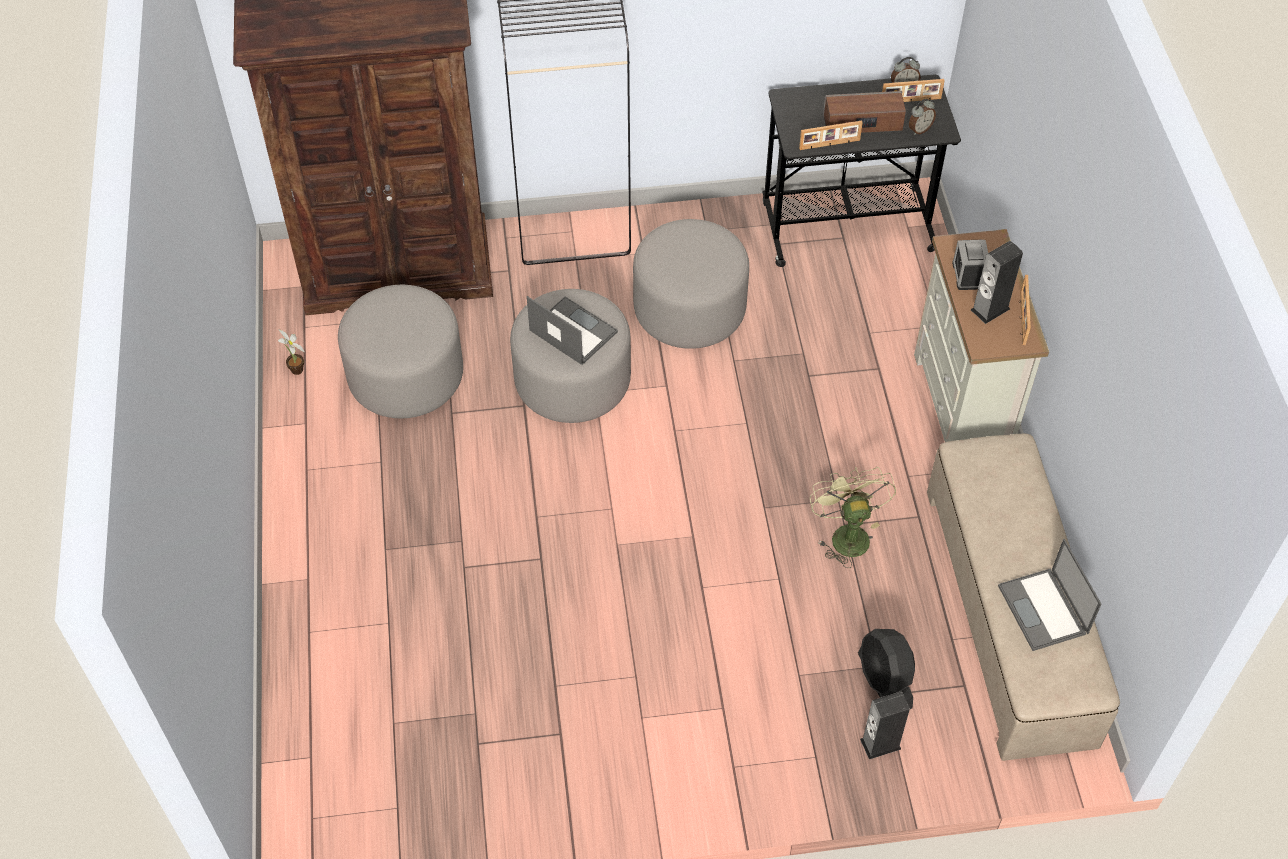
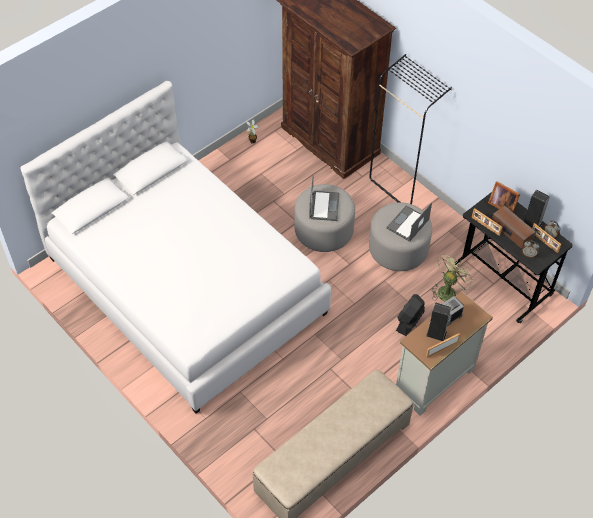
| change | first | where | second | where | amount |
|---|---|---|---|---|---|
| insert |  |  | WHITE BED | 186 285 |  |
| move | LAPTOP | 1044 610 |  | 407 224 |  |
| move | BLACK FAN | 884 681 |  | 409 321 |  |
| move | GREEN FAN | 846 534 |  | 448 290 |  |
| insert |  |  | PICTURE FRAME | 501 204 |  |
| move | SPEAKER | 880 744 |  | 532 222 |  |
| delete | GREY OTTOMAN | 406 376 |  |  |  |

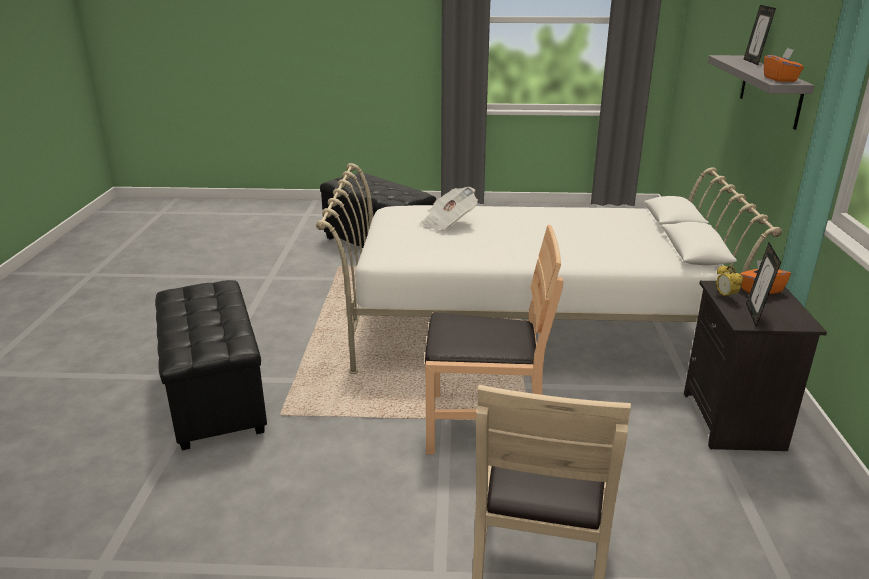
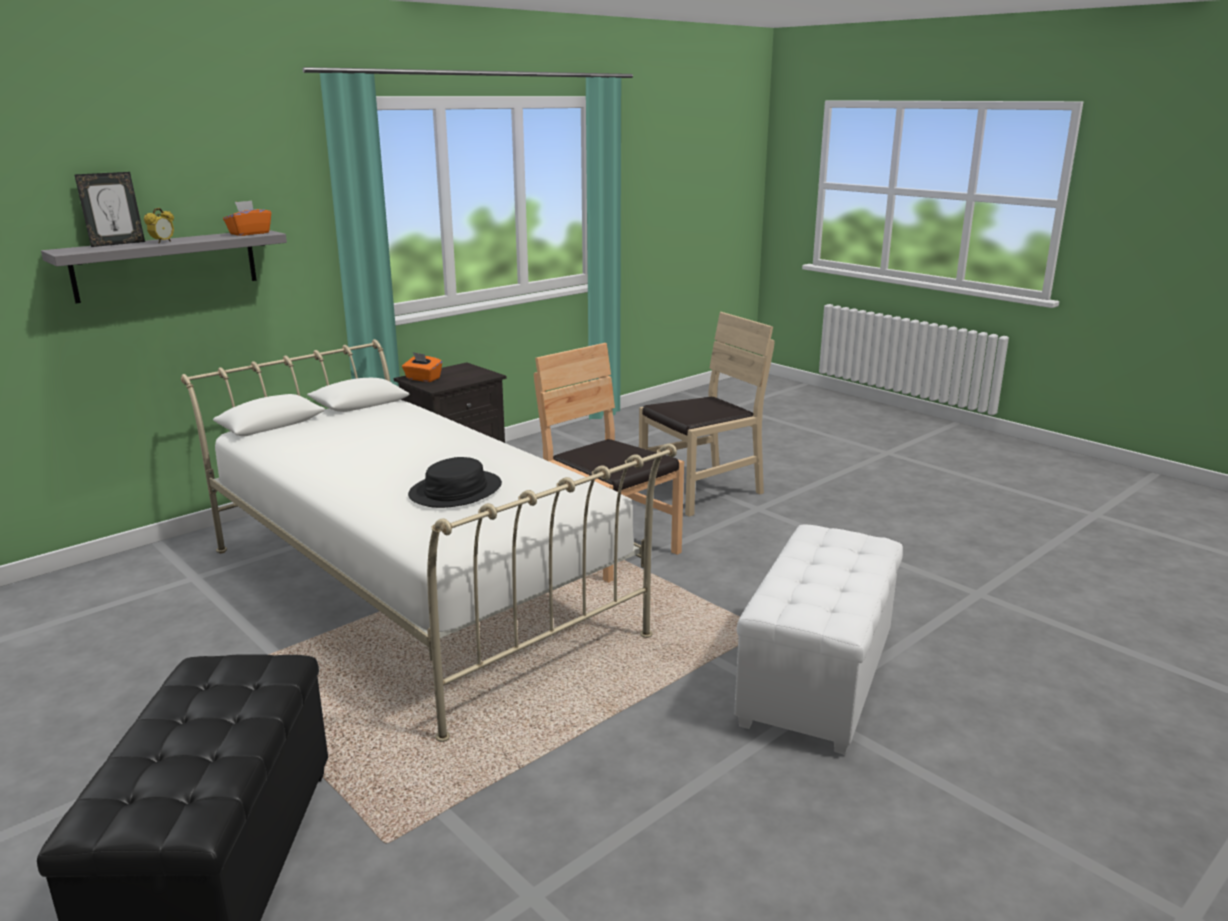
| change | first | where | second | where | amount |
|---|---|---|---|---|---|
| move | ALARM CLOCK | 725 296 |  | 163 242 |  |
| replace | NEWSPAPER | 447 223 | BLACK HAT | 456 491 |  |
| recolor | BLACK OTTOMAN | 214 397 | WHITE OTTOMAN | 818 682 |  |
| delete | PICTURE FRAME | 755 315 |  |  |  |

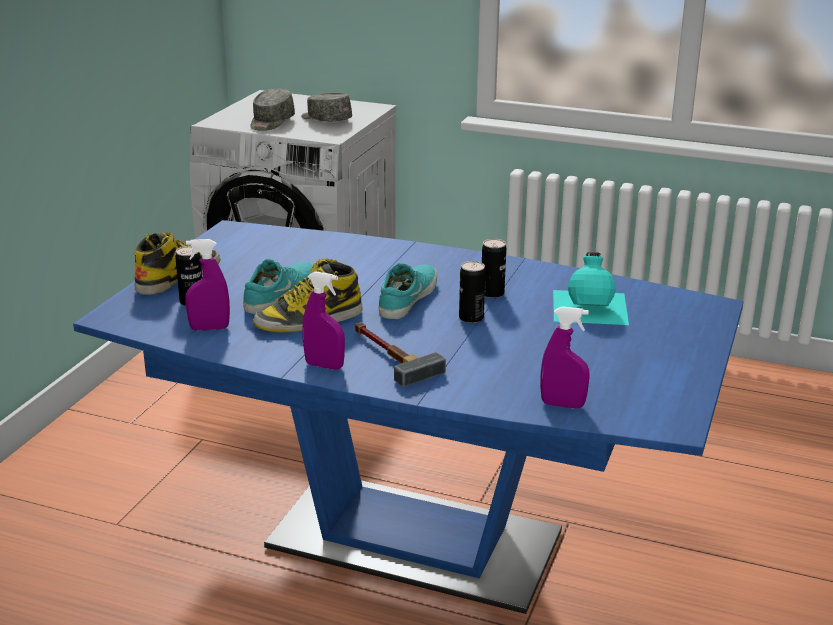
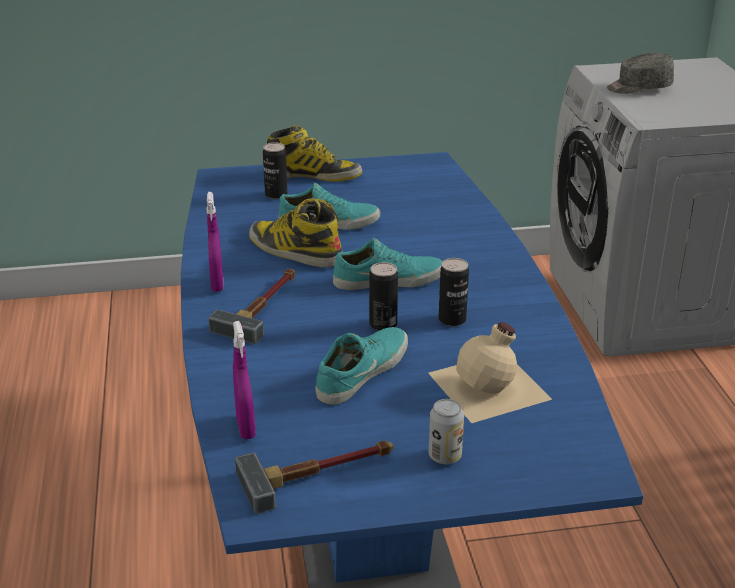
| change | first | where | second | where | amount |
|---|---|---|---|---|---|
| insert |  |  | HAMMER | 320 473 |  |
| insert |  |  | TURQUOISE SHOE | 360 371 |  |
| recolor | TURQUOISE BOTTLE | 591 306 | BEIGE BOTTLE | 491 386 |  |
| insert |  |  | CAN | 445 456 |  |
| delete | PURPLE SPRAY BOTTLE | 209 328 |  |  |  |
| delete | GREY CAP | 325 119 |  |  |  |

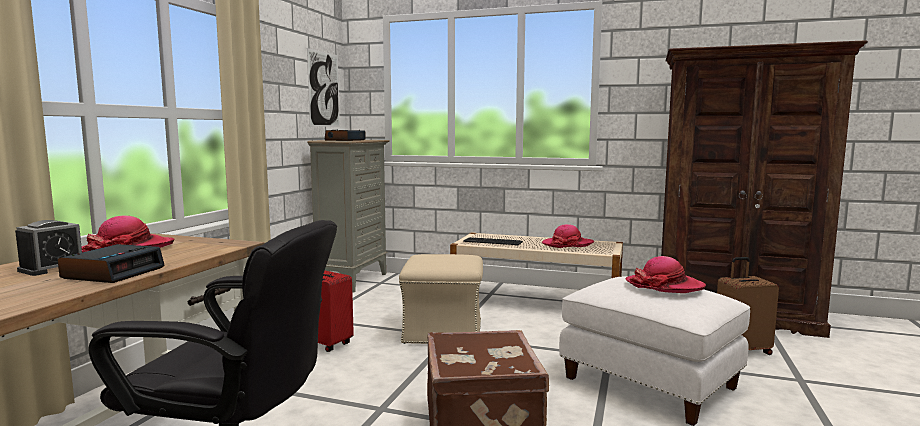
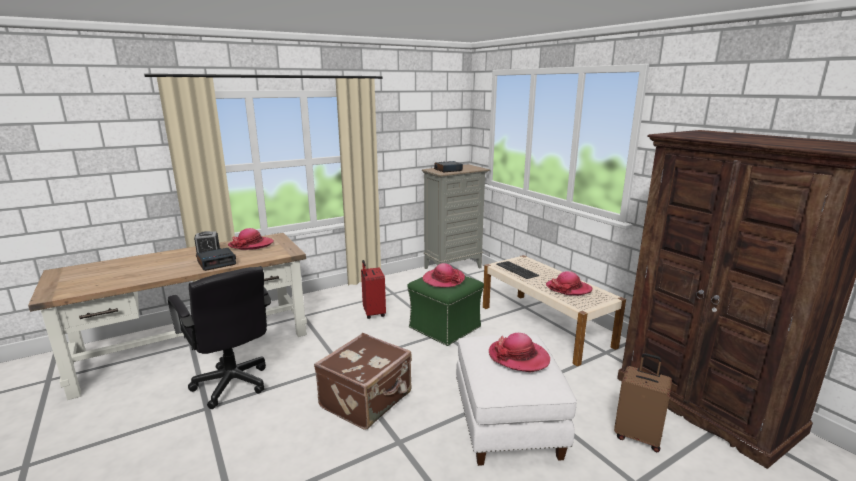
| change | first | where | second | where | amount |
|---|---|---|---|---|---|
| recolor | BEIGE OTTOMAN | 444 331 | GREEN OTTOMAN | 445 327 |  |
| insert |  |  | HAT | 443 279 |  |
| delete | PICTURE | 324 89 |  |  |  |

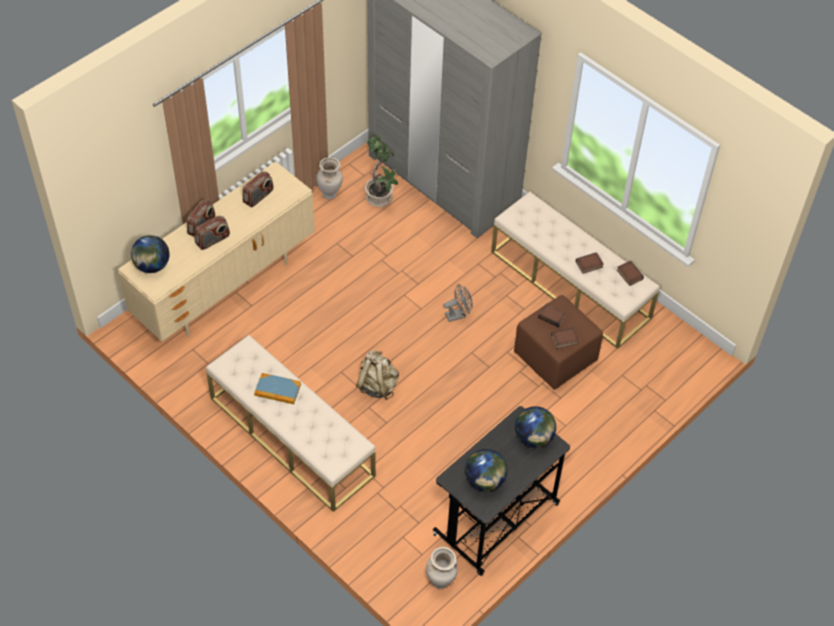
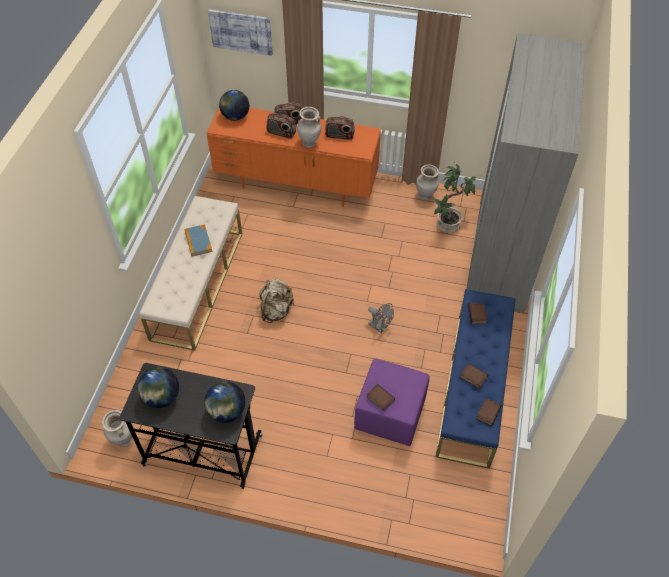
| change | first | where | second | where | amount |
|---|---|---|---|---|---|
| recolor | BEIGE DRESSER | 226 288 | ORANGE DRESSER | 296 186 |  |
| insert |  |  | PICTURE | 241 31 |  |
| insert |  |  | BEIGE VASE | 309 144 |  |
| recolor | BROWN OTTOMAN | 556 357 | PURPLE OTTOMAN | 390 415 |  |
| recolor | BEIGE BENCH | 570 285 | BLUE BENCH | 473 388 |  |
| move | BOOK | 552 316 |  | 477 315 |  |

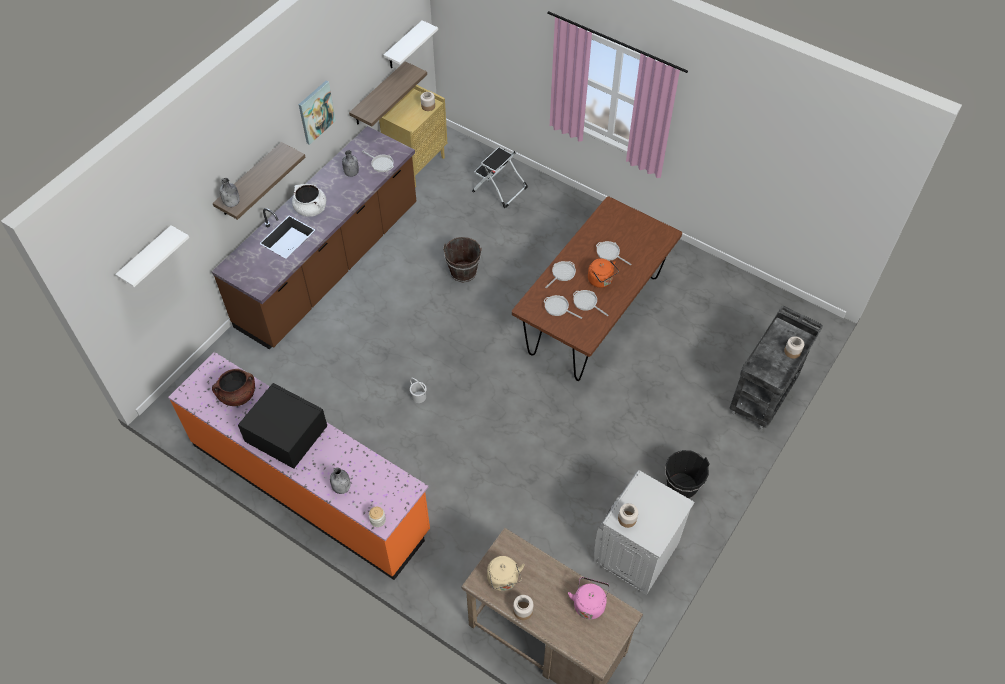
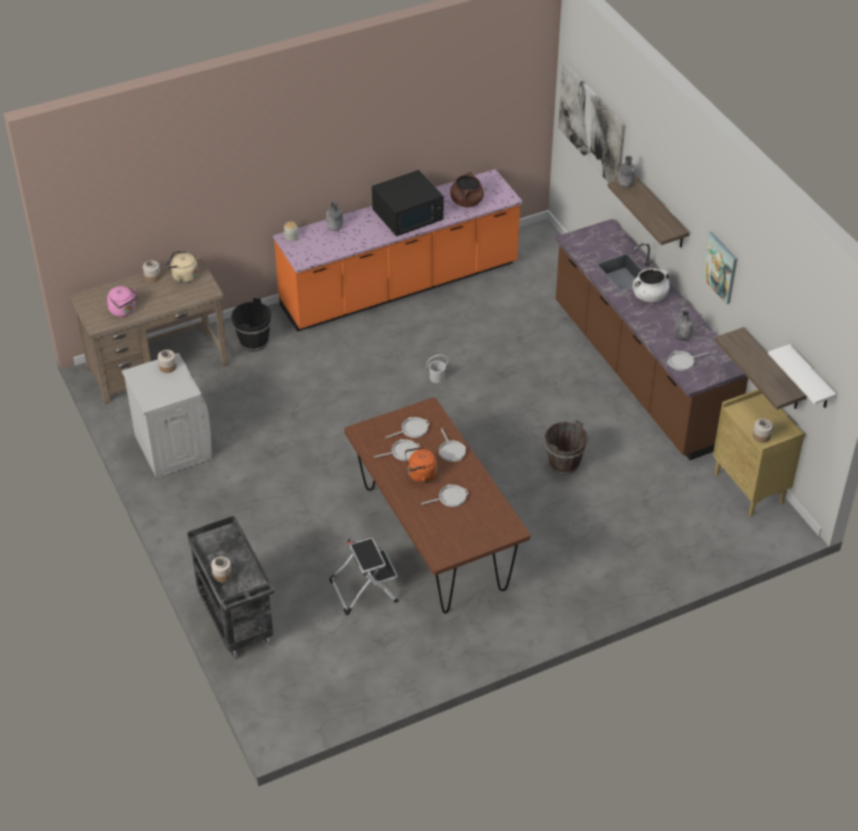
| change | first | where | second | where | amount |
|---|---|---|---|---|---|
| move | BLACK BUCKET | 681 487 |  | 254 342 |  |
| move | STEP LADDER | 499 187 |  | 364 588 |  |
| replace | WHITE SHELF | 147 257 | PICTURE | 592 125 |  |

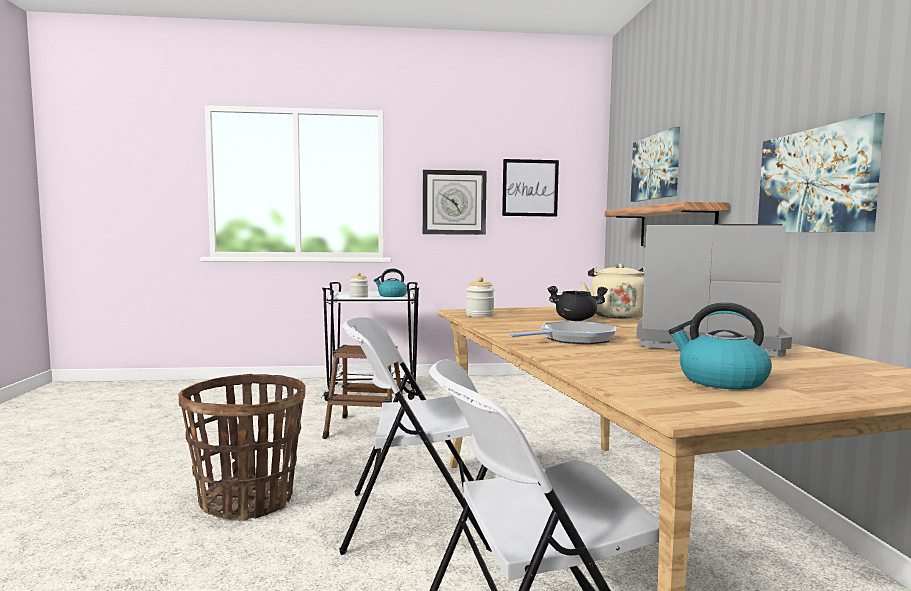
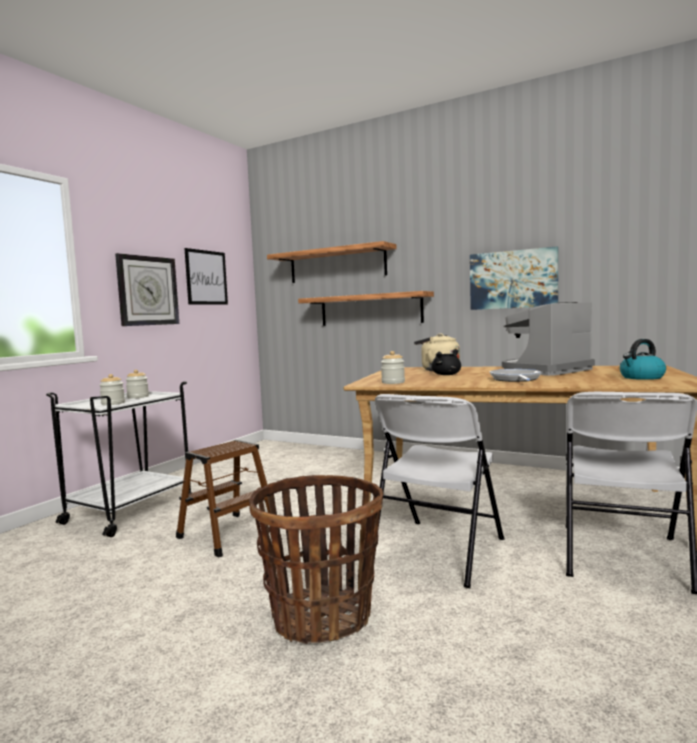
| change | first | where | second | where | amount |
|---|---|---|---|---|---|
| replace | KETTLE | 391 296 | JAR | 138 397 |  |
| replace | PICTURE | 655 167 | SHELF | 337 265 |  |

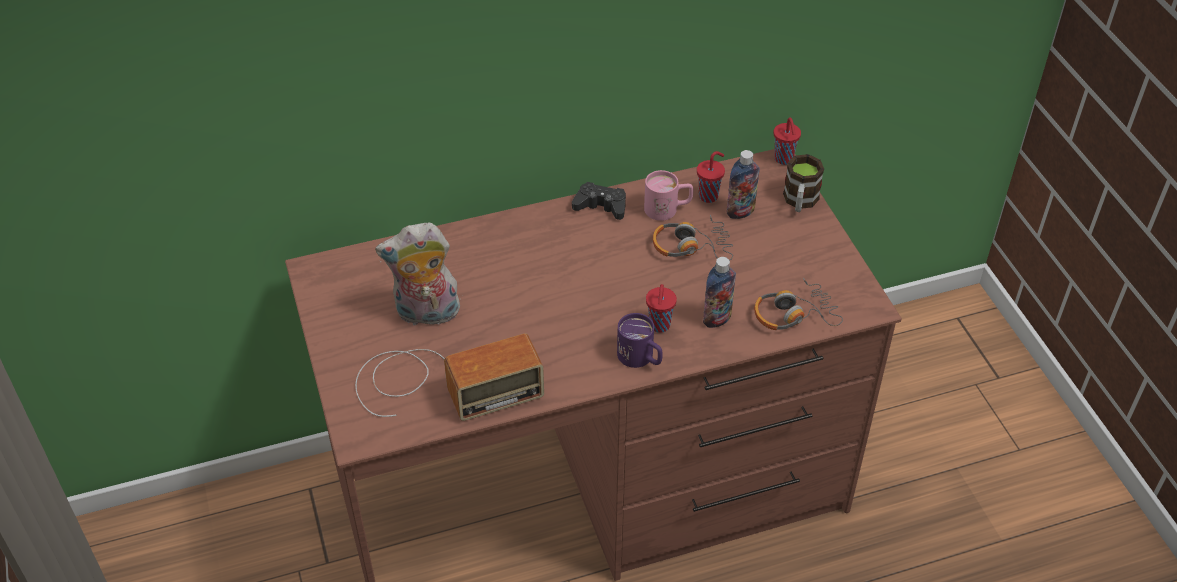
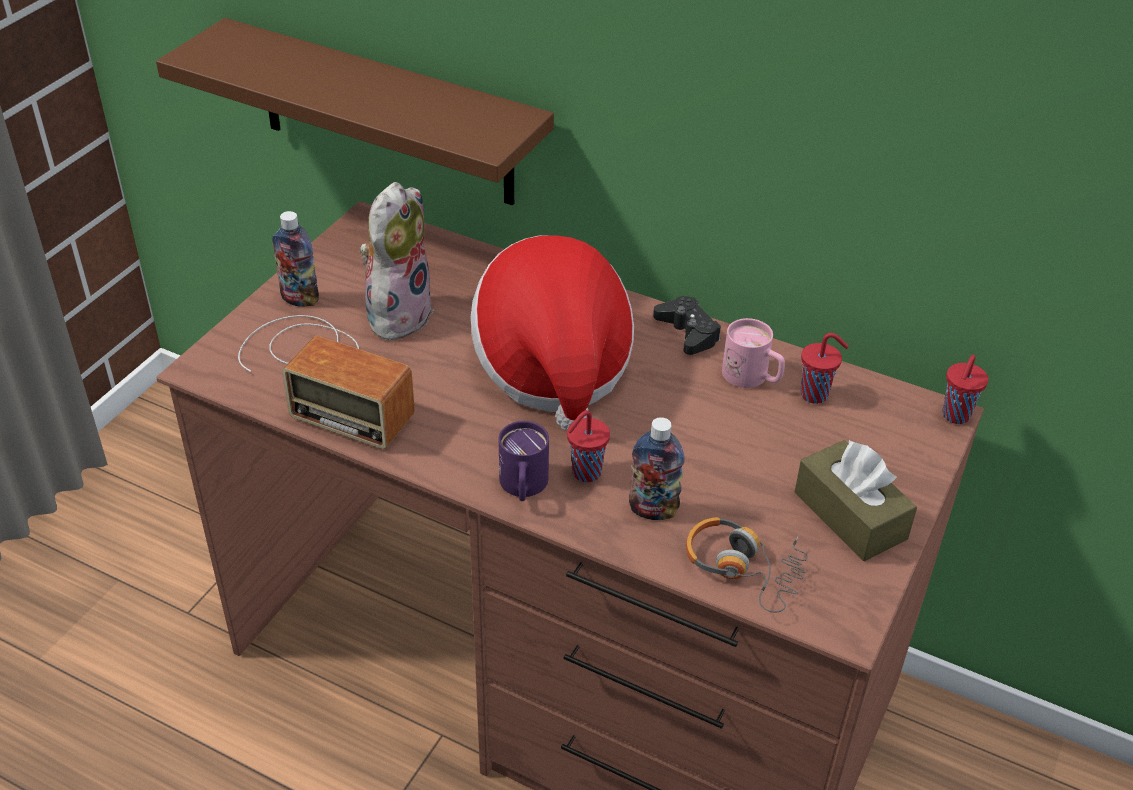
| change | first | where | second | where | amount |
|---|---|---|---|---|---|
| insert |  |  | BROWN SHELF | 385 114 |  |
| move | BOTTLE | 740 212 |  | 300 299 |  |
| rotate | PLUSH TOY | 426 314 |  | 398 314 | 75 degrees clockwise |
| insert |  |  | HAT | 553 366 |  |
| insert |  |  | BROWN TISSUE BOX | 850 515 |  |
| delete | HEADPHONES | 691 247 |  |  |  |
| delete | MUG | 800 202 |  |  |  |

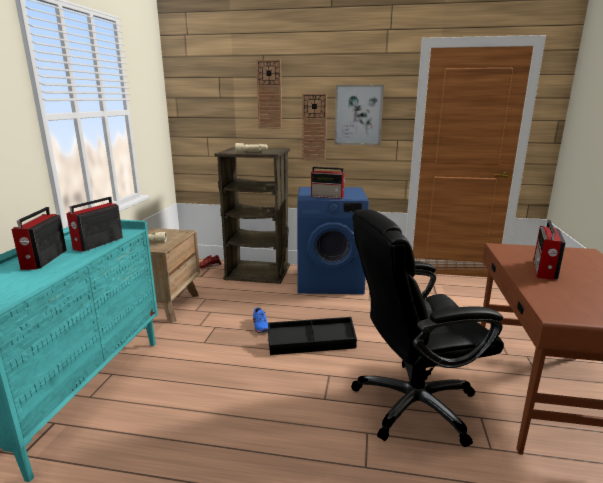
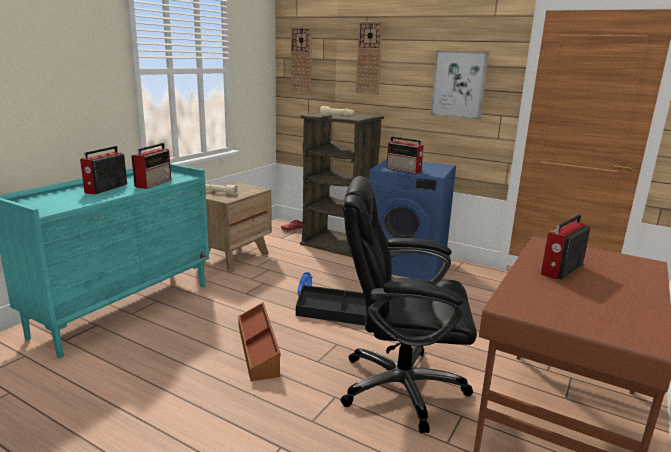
| change | first | where | second | where | amount |
|---|---|---|---|---|---|
| rotate | RADIO | 97 244 |  | 154 183 | 150 degrees clockwise |
| insert |  |  | BROWN STORAGE BOX | 259 349 |  |
| move | WALL CLOCK | 314 127 |  | 301 61 |  |

